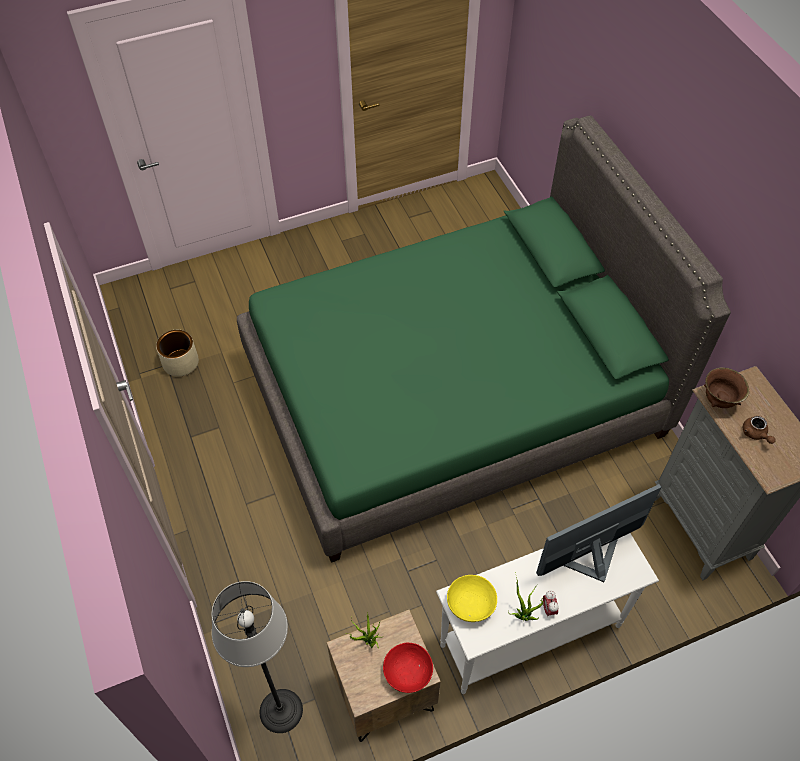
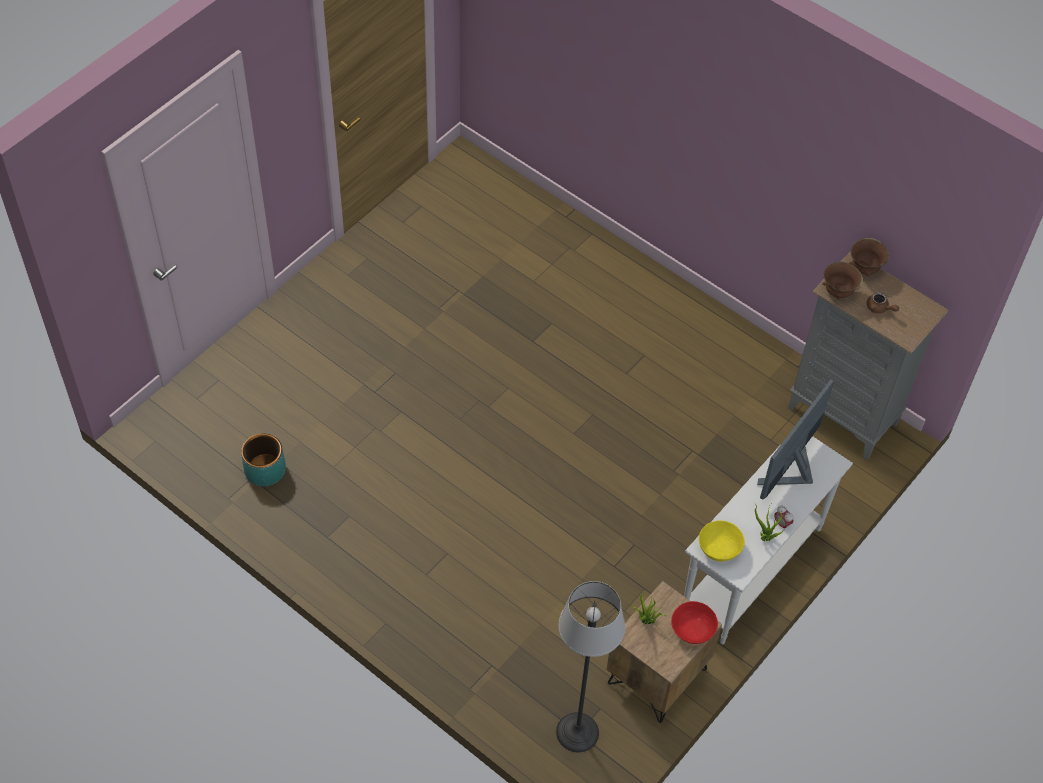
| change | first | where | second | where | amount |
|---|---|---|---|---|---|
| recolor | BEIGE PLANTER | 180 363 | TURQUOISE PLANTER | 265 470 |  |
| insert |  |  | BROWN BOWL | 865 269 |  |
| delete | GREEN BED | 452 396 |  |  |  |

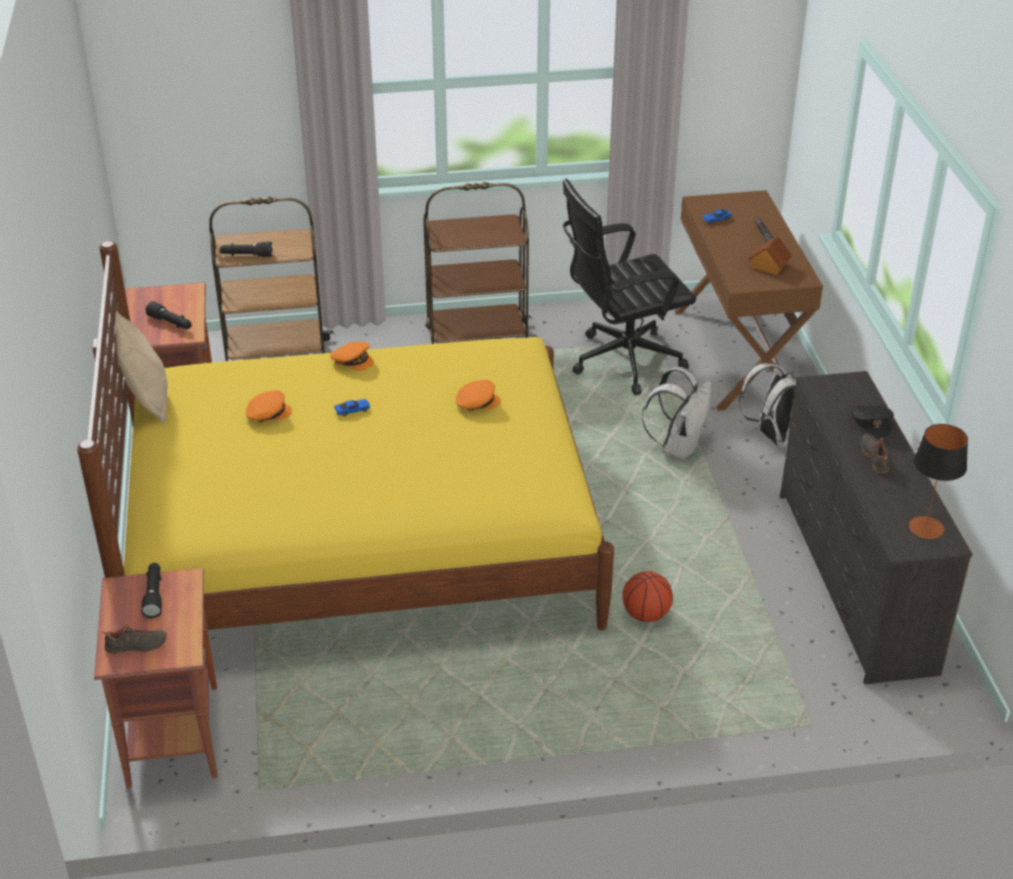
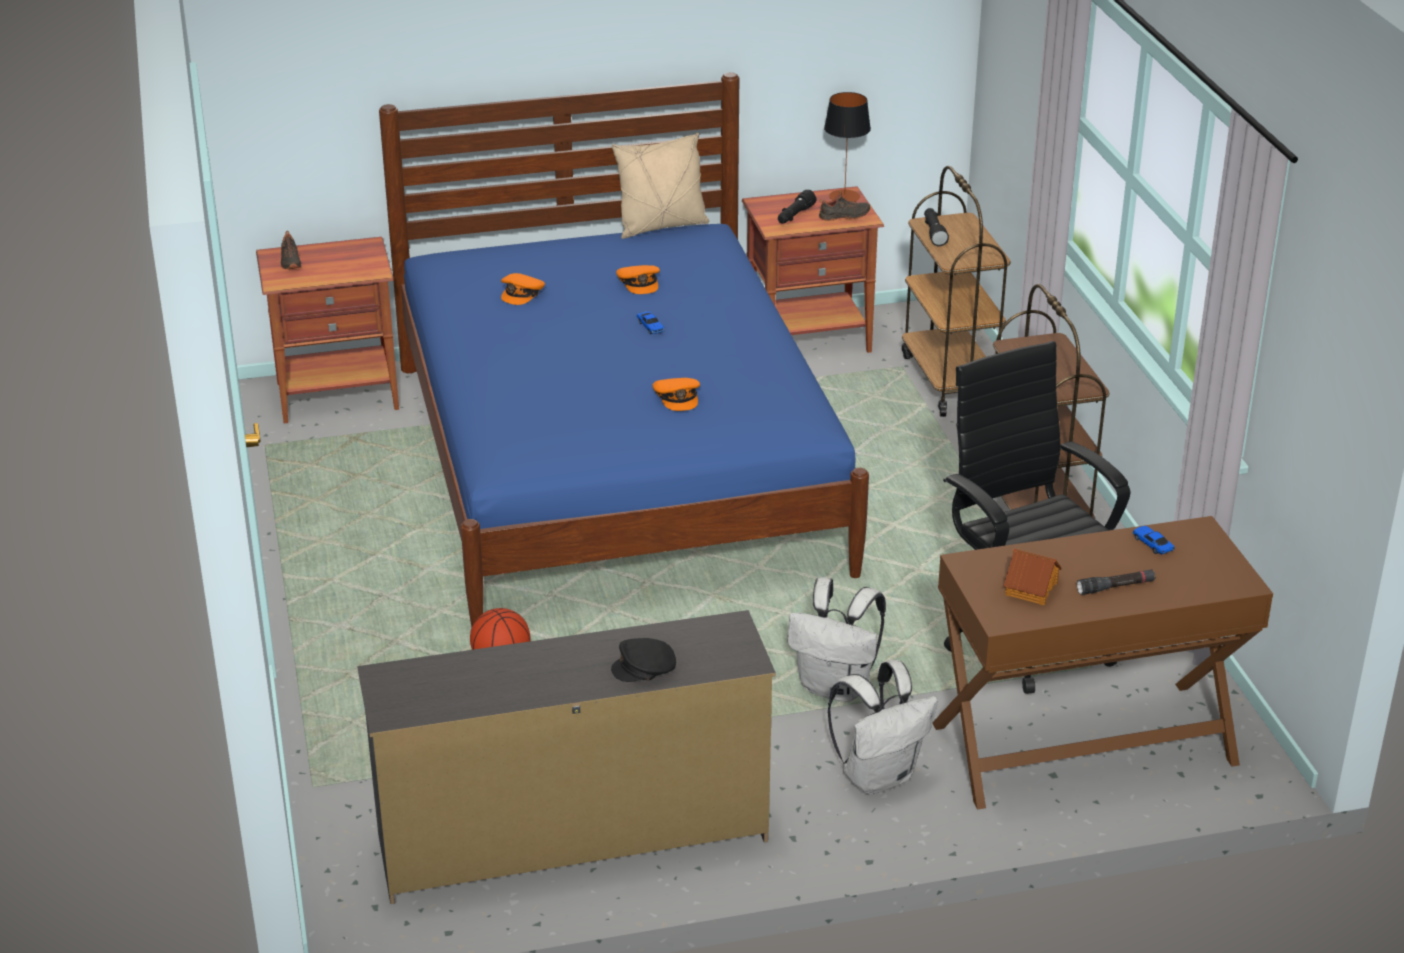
| change | first | where | second | where | amount |
|---|---|---|---|---|---|
| recolor | YELLOW BED | 360 541 | BLUE BED | 615 466 |  |
| move | ORANGE CAP | 352 360 |  | 522 293 |  |
| move | BLACK SHOE | 875 457 |  | 844 216 |  |
| move | TABLE LAMP | 926 527 |  | 844 196 |  |
| delete | BLACK FLASHLIGHT | 154 595 |  |  |  |

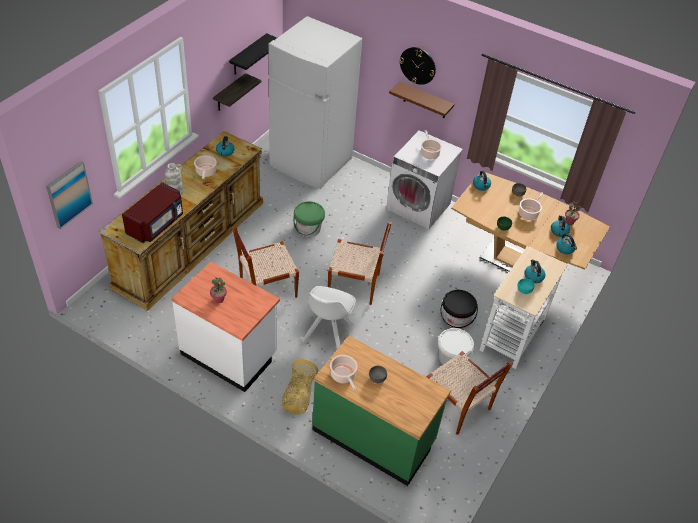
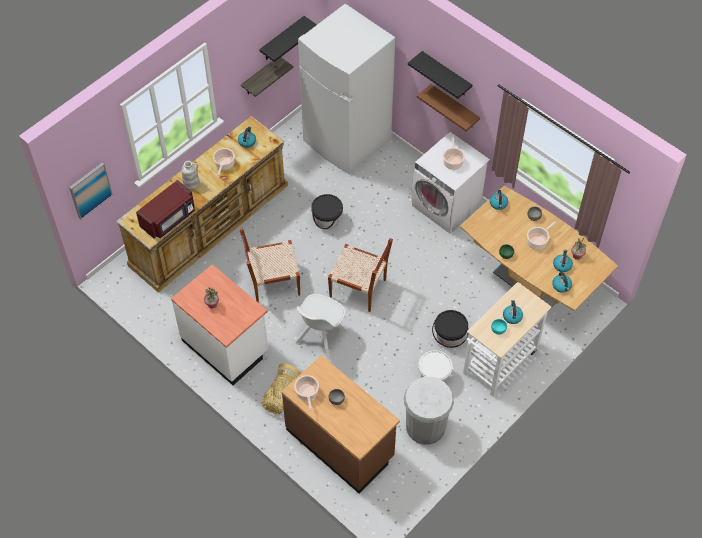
| change | first | where | second | where | amount |
|---|---|---|---|---|---|
| recolor | GREEN COUNTER | 374 436 | BROWN COUNTER | 340 443 |  |
| recolor | GREEN BUCKET | 308 229 | BLACK BUCKET | 327 220 |  |
| replace | CHAIR | 457 407 | WHITE TRASH CAN | 425 426 |  |
| replace | WALL CLOCK | 417 65 | BLACK SHELF | 446 74 |  |

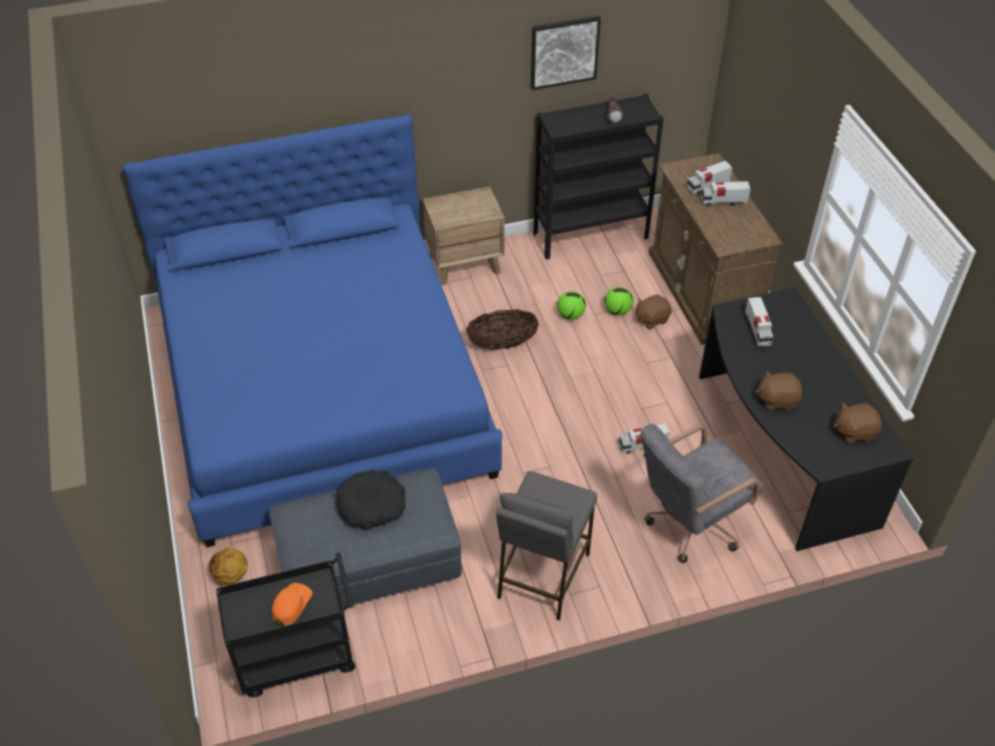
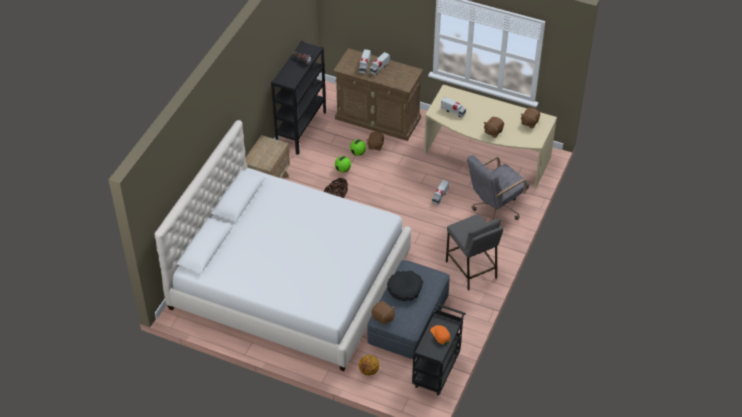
| change | first | where | second | where | amount |
|---|---|---|---|---|---|
| recolor | BLUE BED | 322 386 | WHITE BED | 290 280 |  |
| insert |  |  | BROWN PLUSH TOY | 383 317 |  |
| recolor | BLACK DESK | 779 450 | BEIGE DESK | 486 158 |  |
| rotate | GREY OFFICE CHAIR | 689 528 |  | 494 211 | 45 degrees clockwise |
| delete | PICTURE | 564 52 |  |  |  |

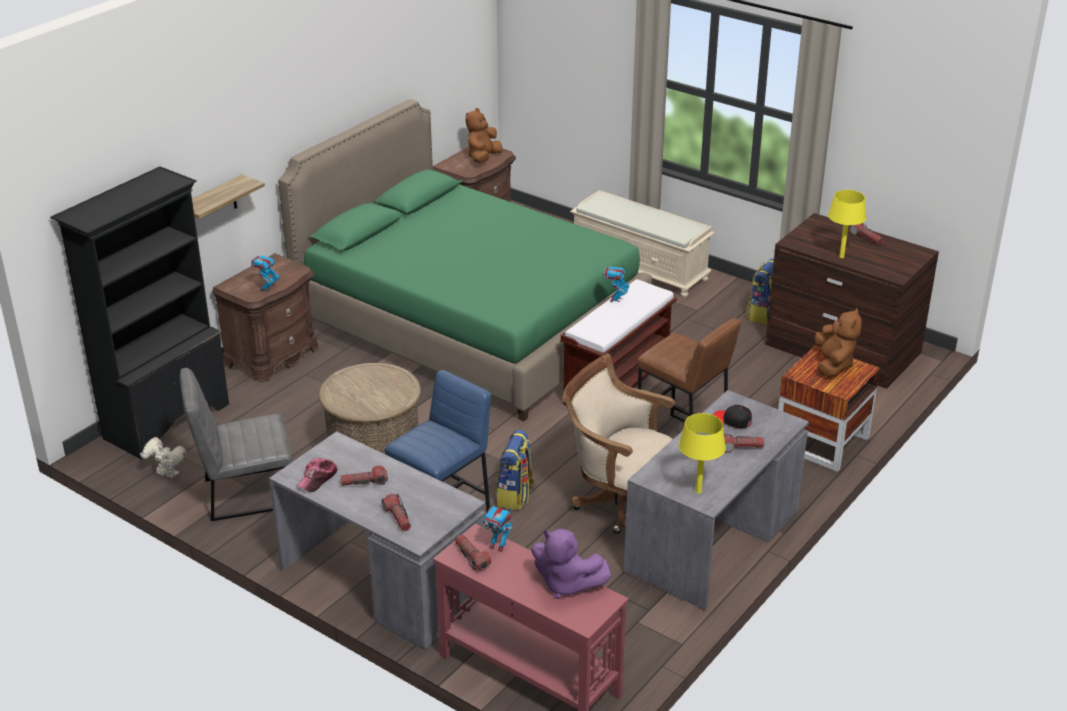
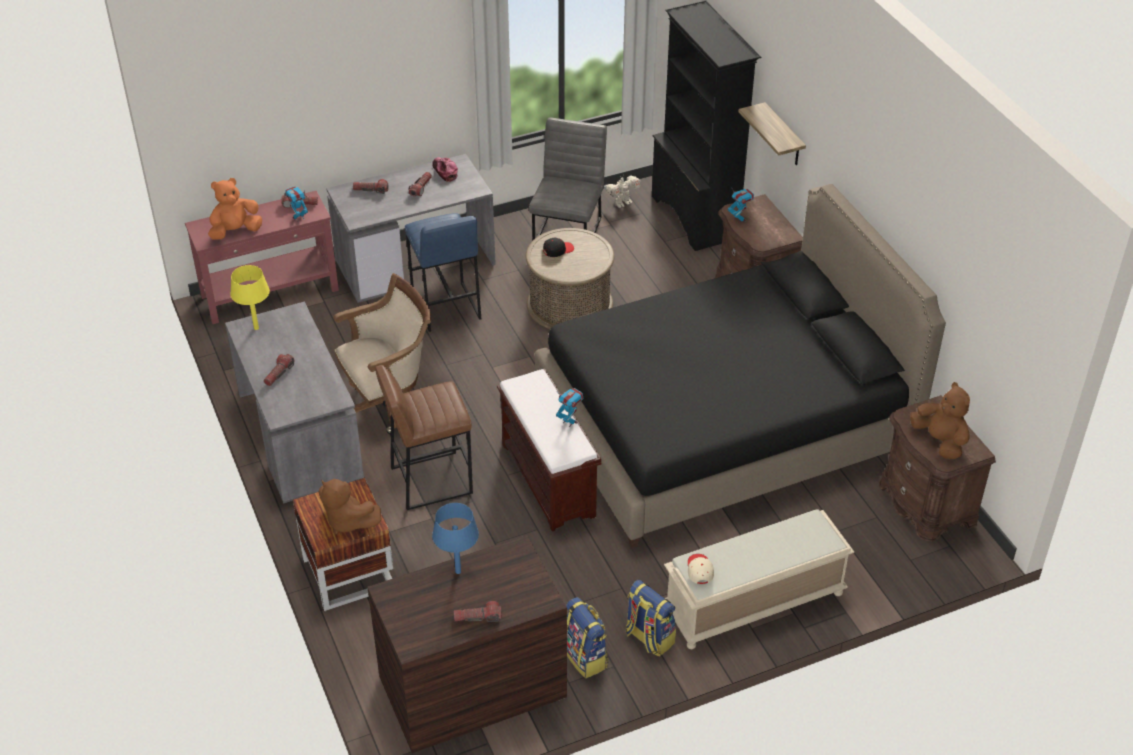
| change | first | where | second | where | amount |
|---|---|---|---|---|---|
| recolor | PURPLE PLUSH TOY | 566 584 | ORANGE PLUSH TOY | 235 231 |  |
| recolor | YELLOW TABLE LAMP | 841 257 | BLUE TABLE LAMP | 458 571 |  |
| recolor | GREEN BED | 470 325 | BLACK BED | 723 424 |  |
| move | BLACK CAP | 732 420 |  | 558 250 |  |
| move | BACKPACK | 515 496 |  | 648 638 |  |
| insert |  |  | BEIGE CAP | 699 570 |  |

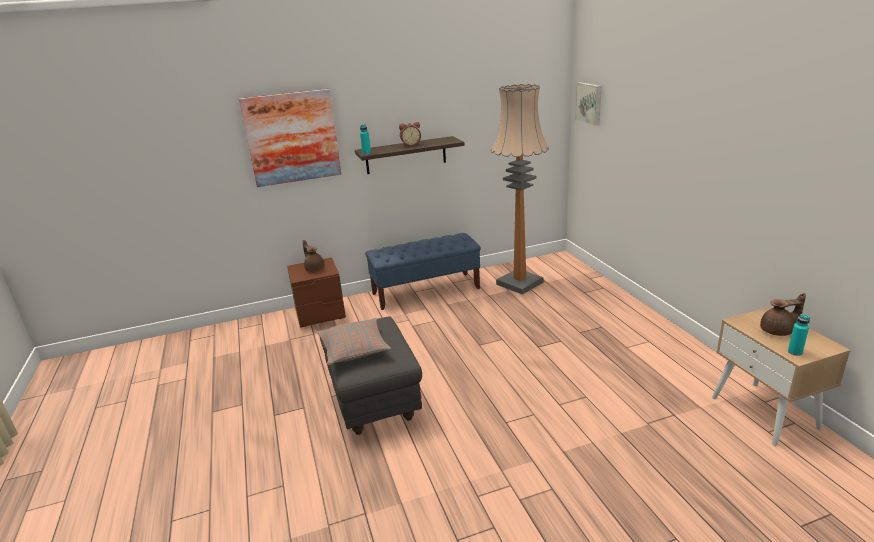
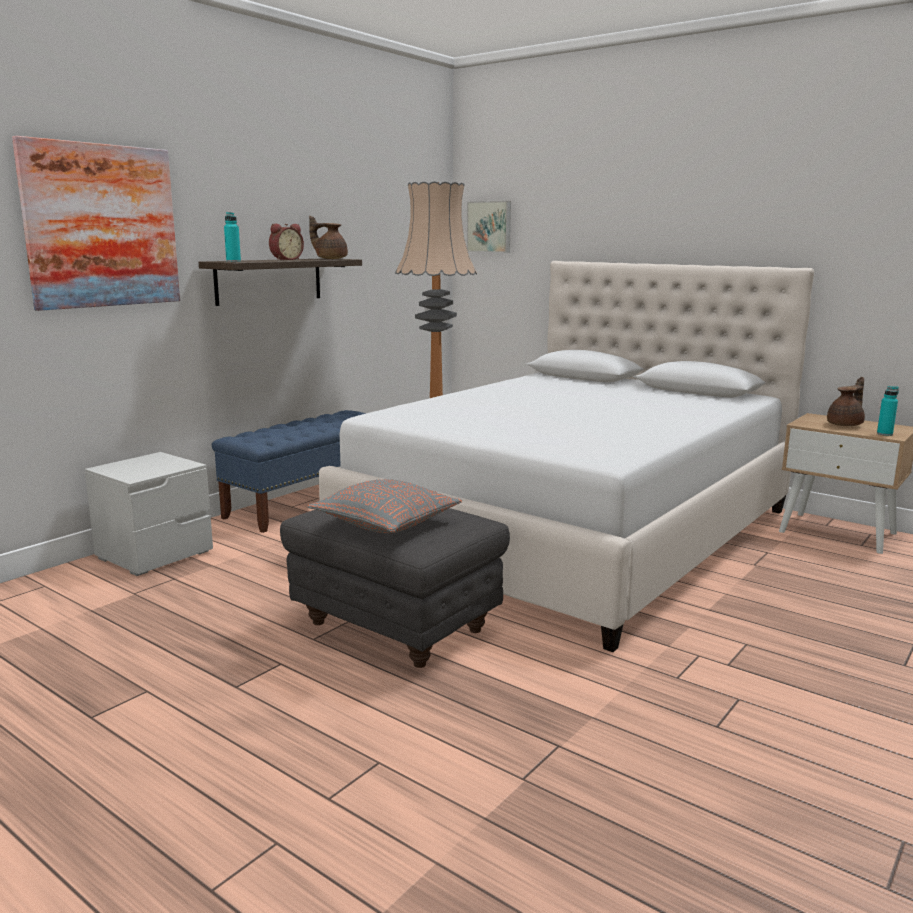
| change | first | where | second | where | amount |
|---|---|---|---|---|---|
| recolor | BROWN NIGHTSTAND | 320 314 | WHITE NIGHTSTAND | 153 554 |  |
| move | BROWN TEAPOT | 314 268 |  | 330 259 |  |
| insert |  |  | WHITE BED | 572 531 |  |

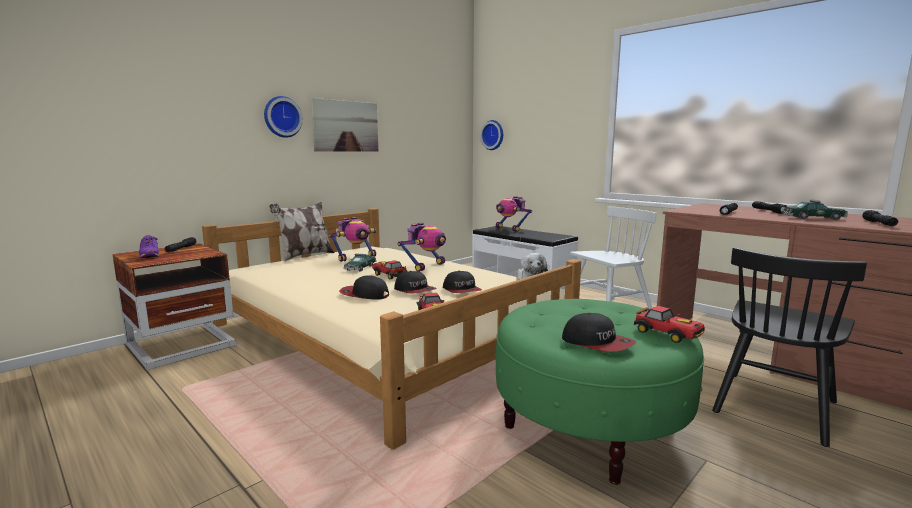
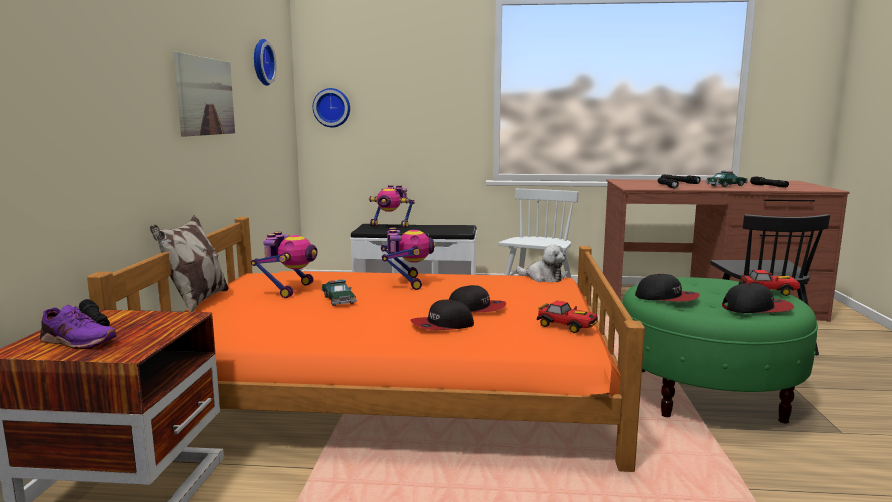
| change | first | where | second | where | amount |
|---|---|---|---|---|---|
| recolor | BEIGE BED | 383 337 | ORANGE BED | 394 383 |  |
| move | WALL CLOCK | 282 117 |  | 261 62 |  |
| move | CAP | 462 290 |  | 666 298 |  |
| delete | TOY CAR | 389 275 |  |  |  |

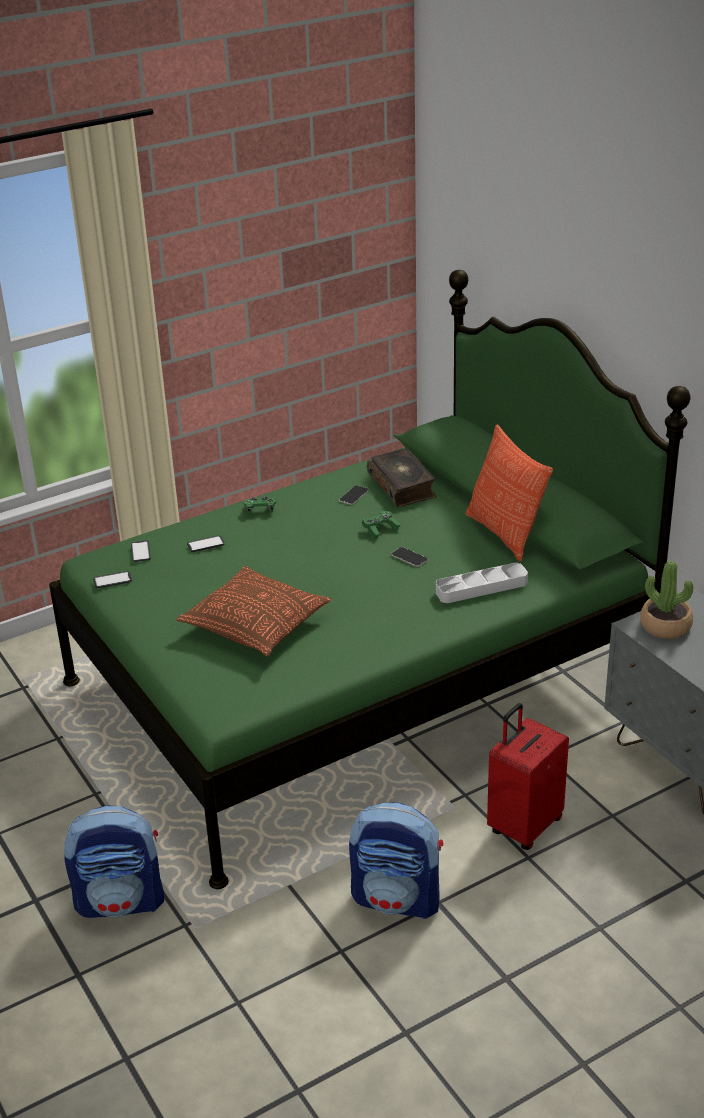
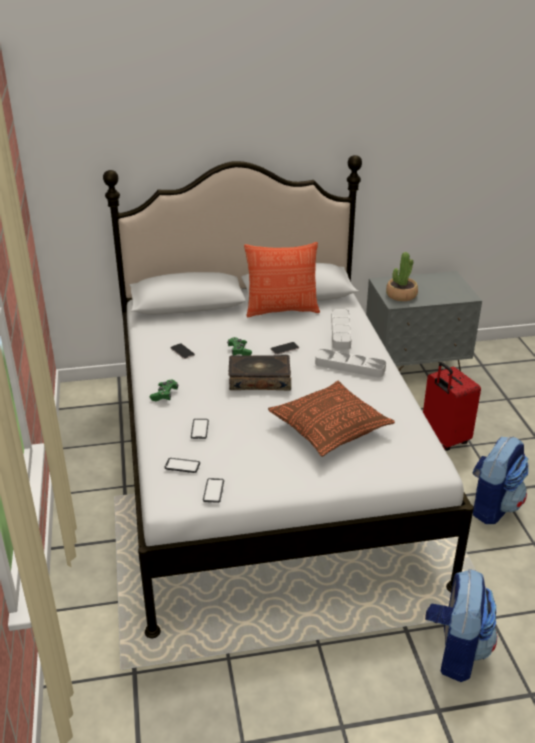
| change | first | where | second | where | amount |
|---|---|---|---|---|---|
| recolor | GREEN BED | 358 685 | WHITE BED | 267 467 |  |
| move | BOOK | 402 486 |  | 259 380 |  |
| insert |  |  | GREY TRAY | 350 366 |  |

